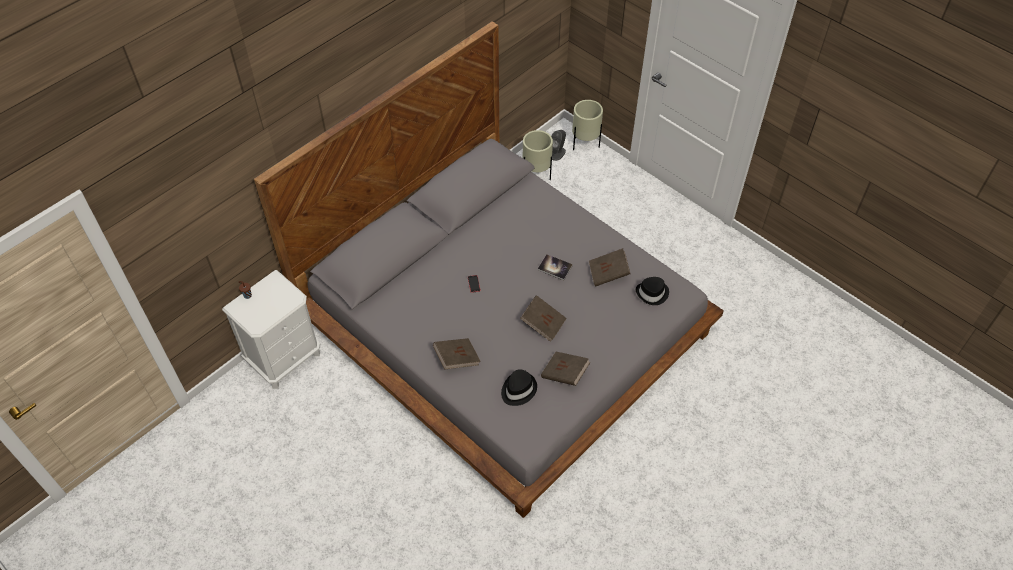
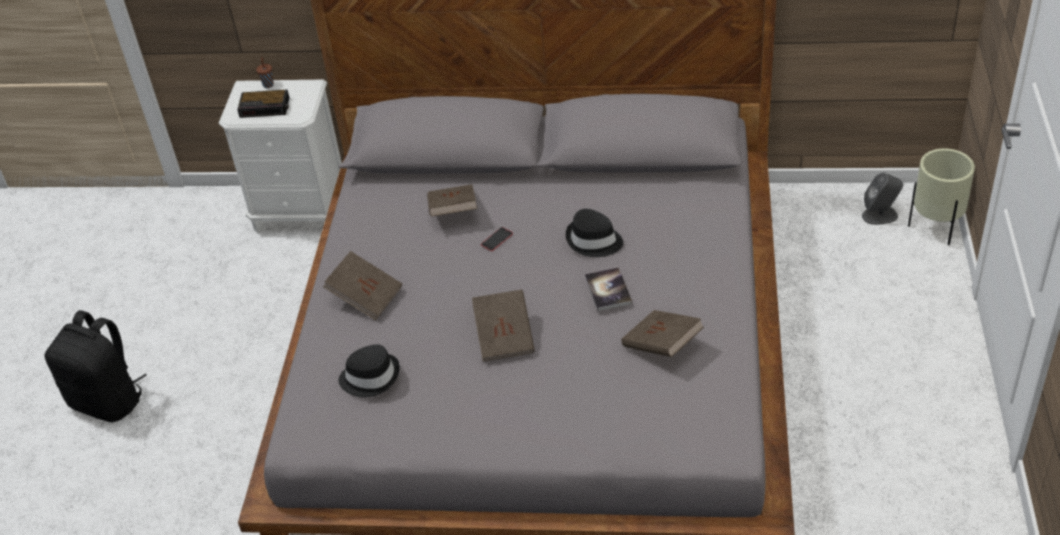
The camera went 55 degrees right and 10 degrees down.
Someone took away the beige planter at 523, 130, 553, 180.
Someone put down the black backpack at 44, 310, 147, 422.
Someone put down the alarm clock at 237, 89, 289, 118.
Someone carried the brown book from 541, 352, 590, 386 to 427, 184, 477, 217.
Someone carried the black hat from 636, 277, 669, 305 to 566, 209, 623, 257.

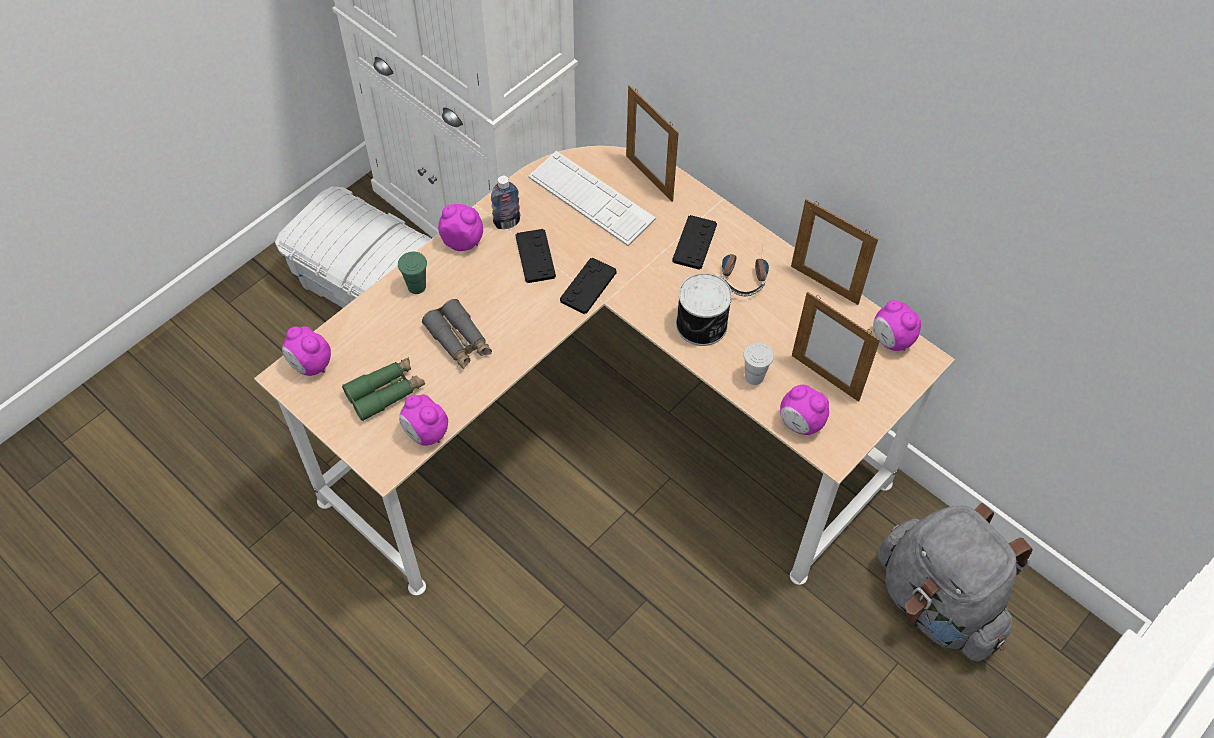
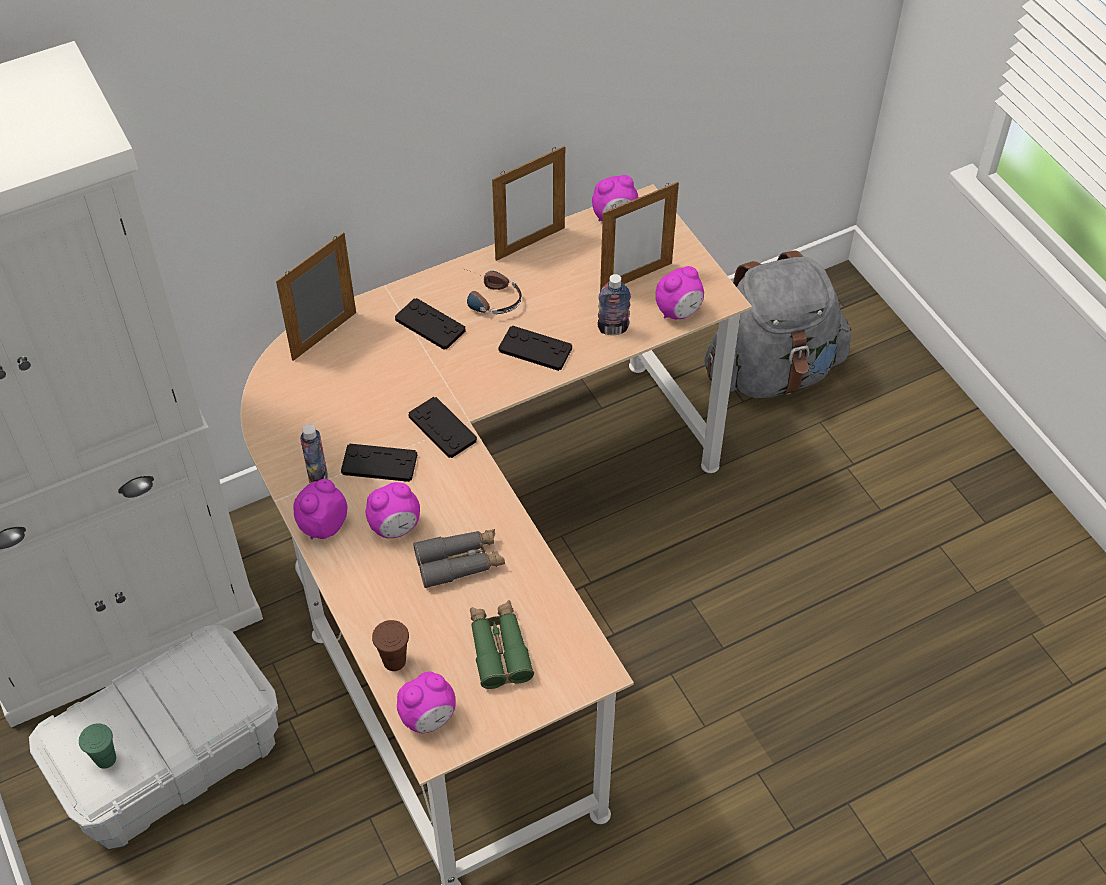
The camera went 70 degrees left and 5 degrees down.
Someone took away the keyboard at 528, 151, 656, 246.
Someone put down the brown cup at 372, 620, 409, 671.
Someone carried the green cup from 398, 252, 427, 294 to 79, 723, 116, 769.
Someone carried the alarm clock from 399, 394, 448, 446 to 366, 482, 420, 538.
Someone swapped the can at 676, 273, 732, 346 for the black game controller at 498, 326, 572, 371.
Someone swapped the white cup at 743, 342, 774, 385 for the bottle at 597, 274, 631, 335.
Someone rotated the picture frame at 626, 85, 679, 202 by 150 degrees clockwise.

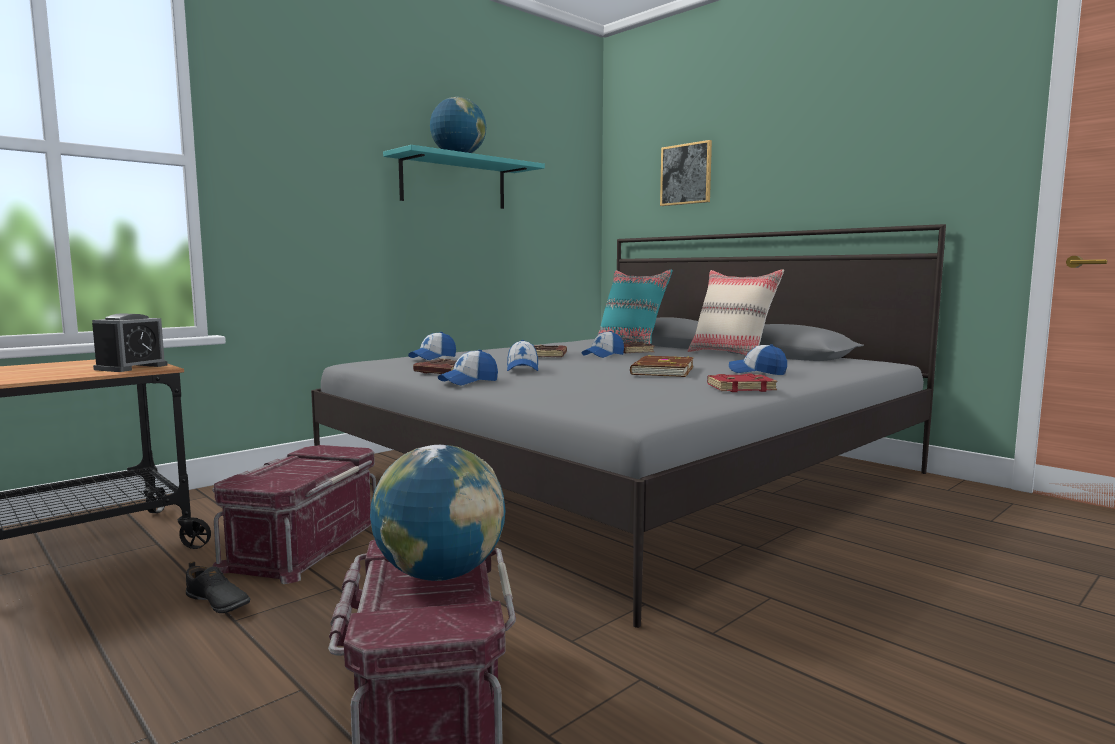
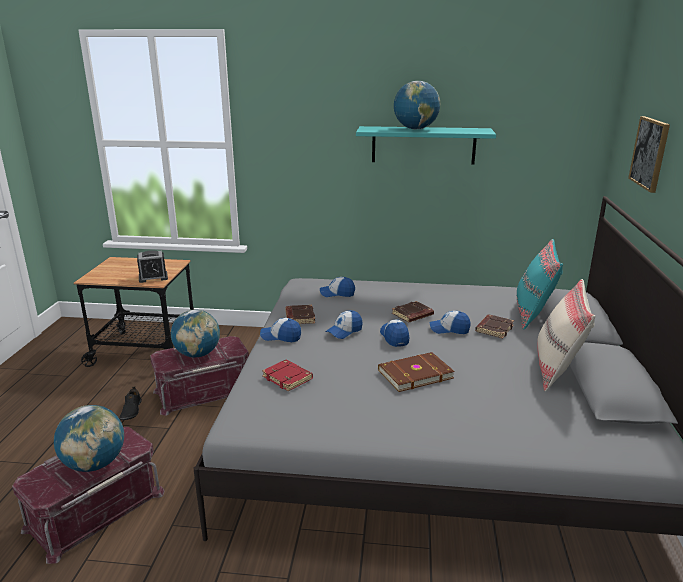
The camera went 50 degrees right and 15 degrees up.
Someone put down the globe at 171, 309, 220, 357.
Someone carried the red book from 707, 374, 777, 392 to 262, 360, 313, 391.
Someone carried the cap from 729, 344, 787, 375 to 380, 319, 409, 347.

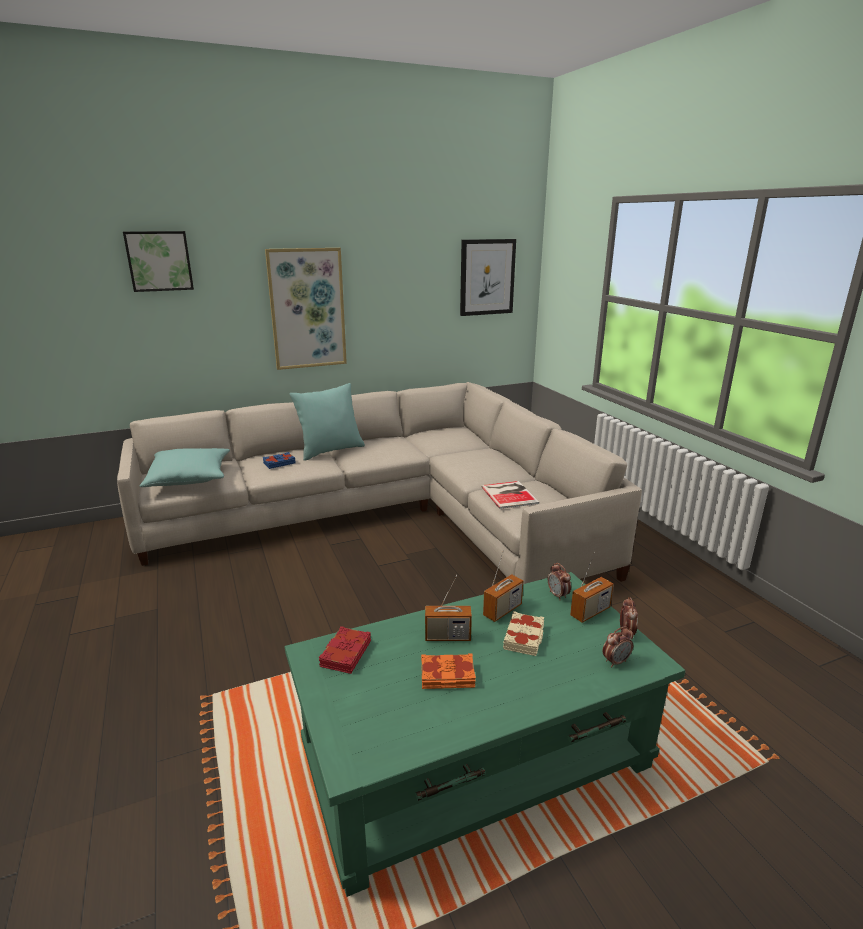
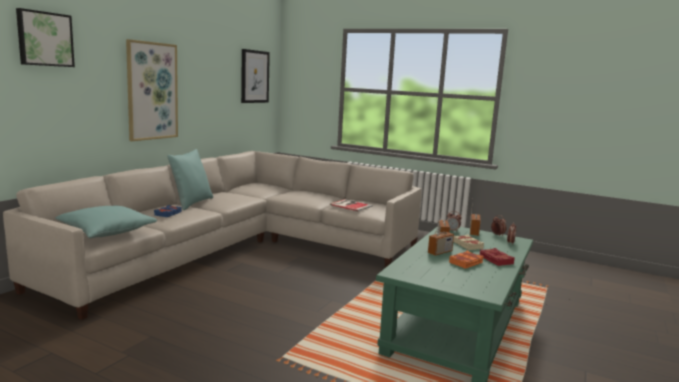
The camera went 40 degrees left and 10 degrees down.
Someone carried the red book from 319, 626, 371, 674 to 479, 248, 515, 266.

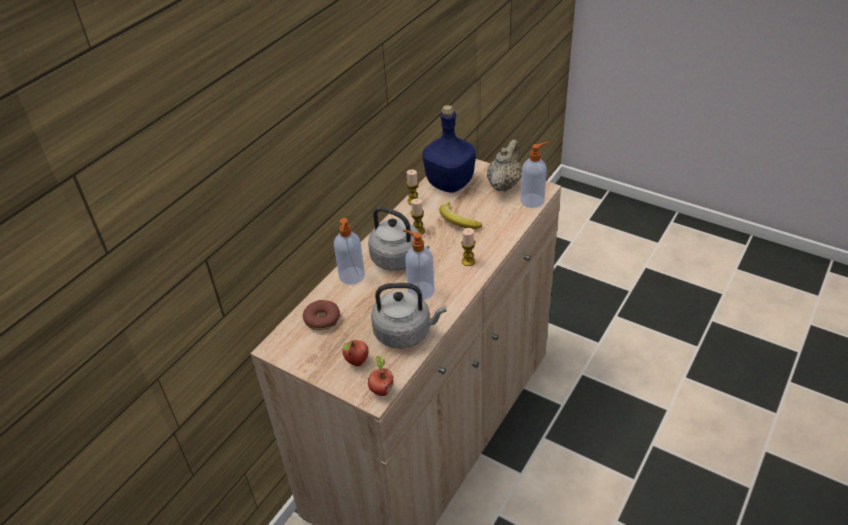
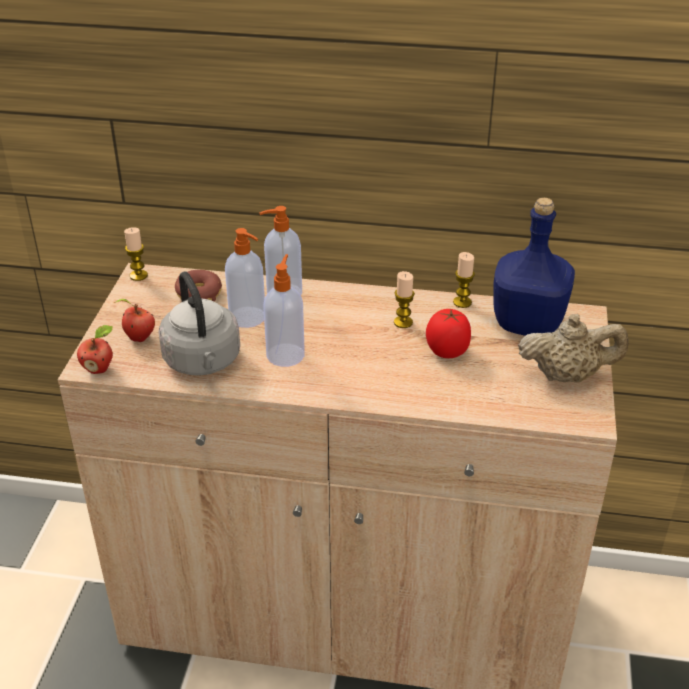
The camera went 65 degrees right and 5 degrees down.
Someone took away the grey kettle at 368, 207, 429, 271.
Someone carried the candle from 461, 228, 475, 266 to 124, 227, 148, 281.
Someone carried the soap dispenser from 521, 142, 549, 208 to 225, 228, 265, 328.
Someone swapped the banana at 439, 202, 482, 229 for the tomato at 426, 309, 471, 358.

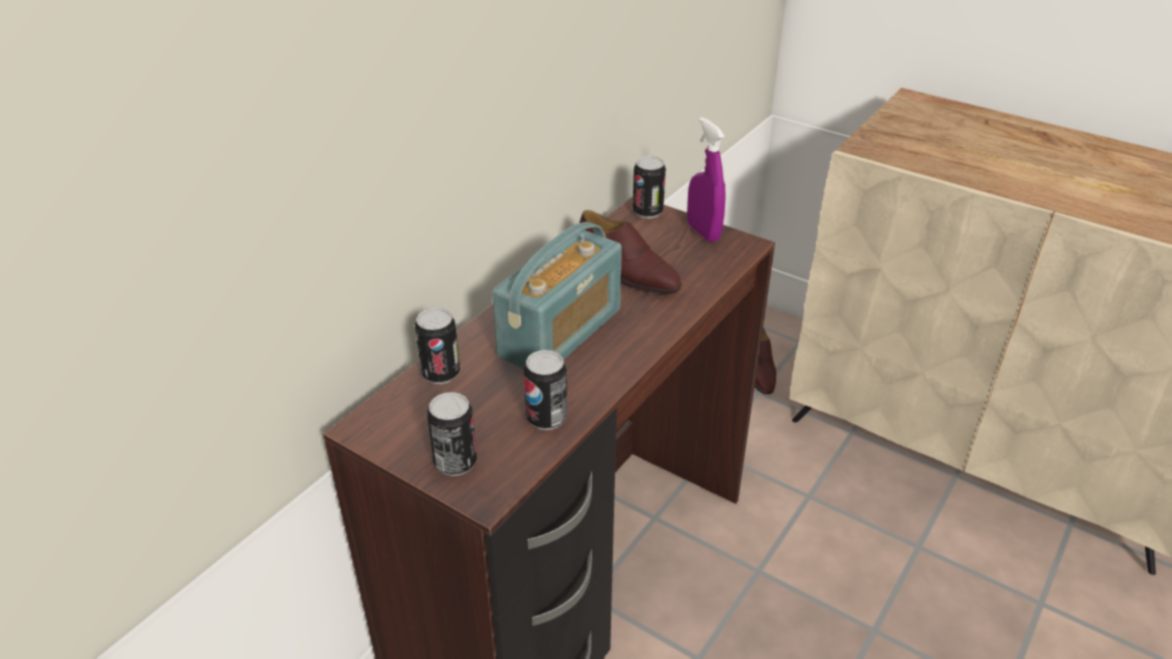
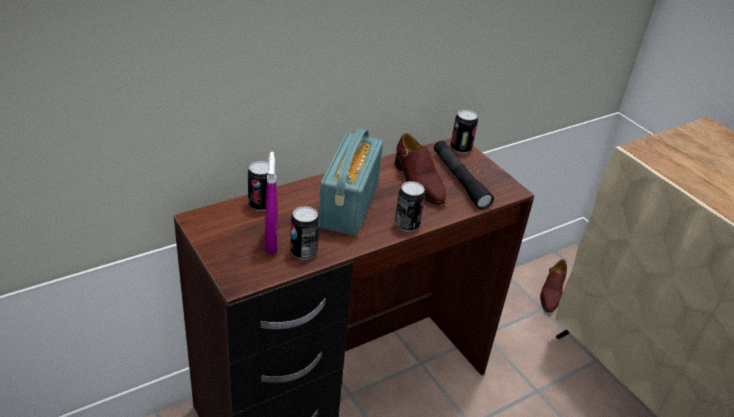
The camera went 20 degrees right and 0 degrees up.
Someone put down the black flashlight at 434, 141, 494, 210.
Someone carried the can from 427, 392, 477, 476 to 395, 181, 425, 232.
Someone carried the purple spray bottle from 687, 117, 726, 242 to 265, 152, 278, 254.
Someone rotated the radio at 492, 222, 622, 369 by 135 degrees clockwise.

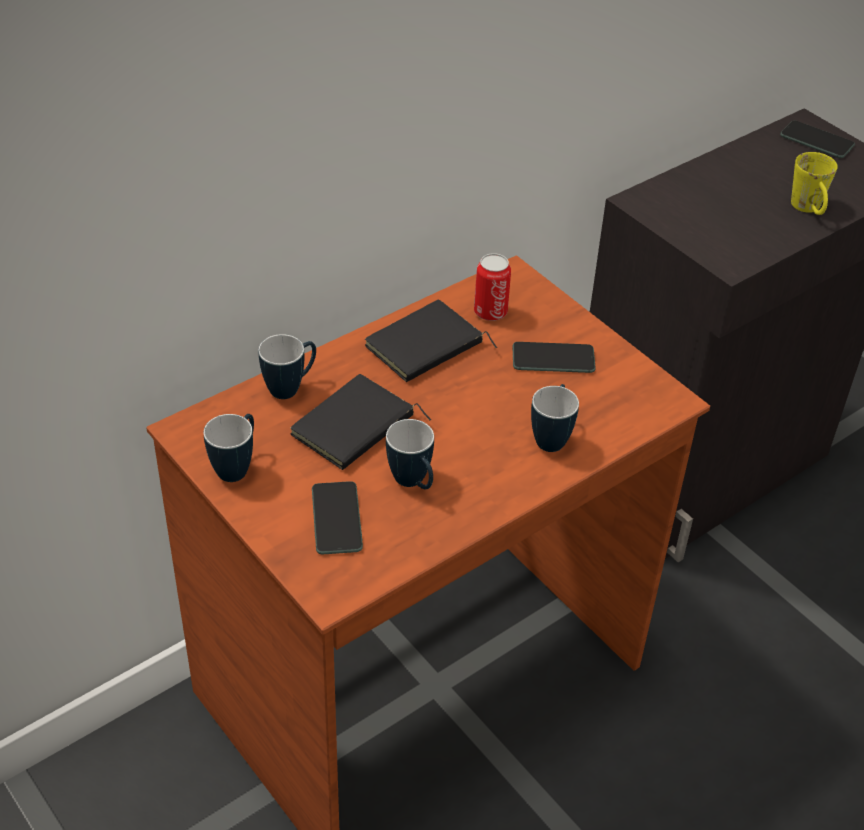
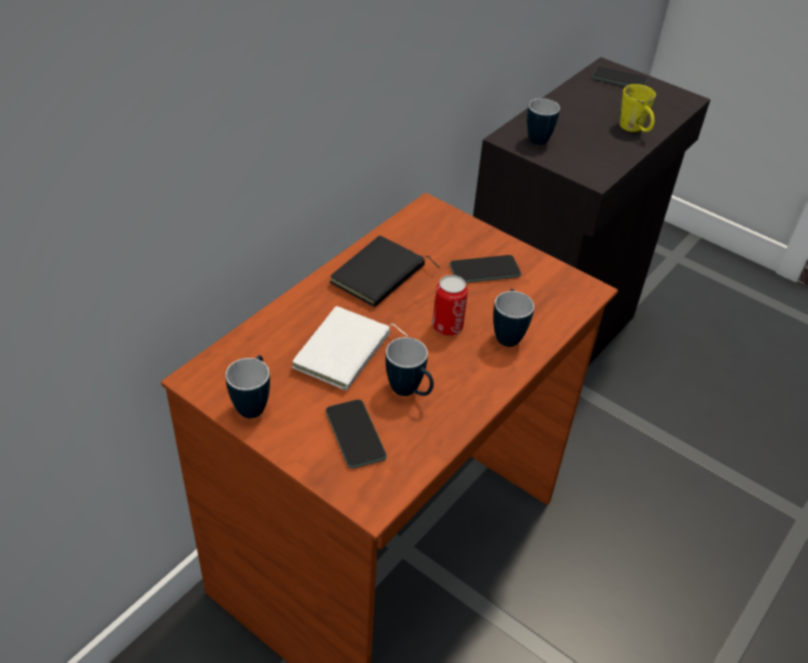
The camera went 15 degrees left and 0 degrees up.
Someone carried the mug from 258, 334, 316, 399 to 527, 98, 560, 145.
Someone carried the can from 474, 253, 511, 321 to 432, 275, 468, 336.
Someone repainted the black book at 290, 374, 431, 470, which became the white book at 292, 306, 408, 391.

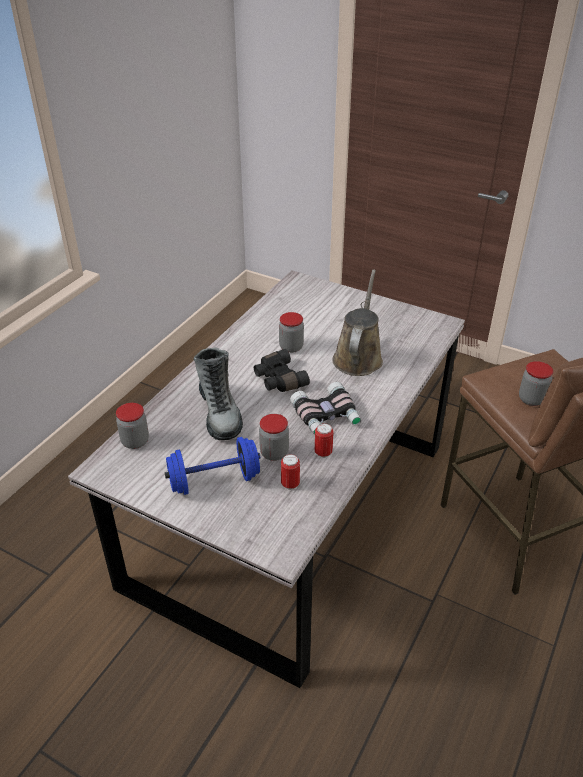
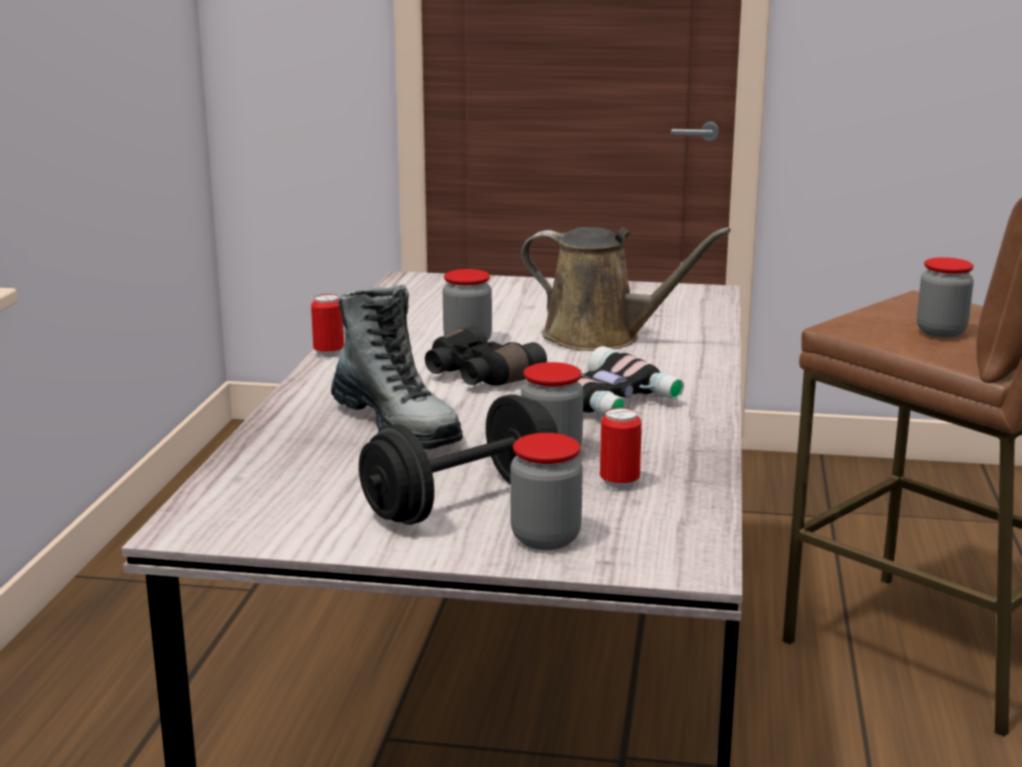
The camera went 20 degrees left and 20 degrees down.
Someone carried the jar from 116, 403, 149, 449 to 510, 433, 583, 550.
Someone carried the can from 315, 423, 334, 458 to 311, 294, 344, 357.
Someone repainted the blue dumbbell at 165, 437, 260, 495, which became the black dumbbell at 359, 394, 559, 525.
Someone rotated the brown watering can at 332, 269, 383, 376 by 120 degrees clockwise.

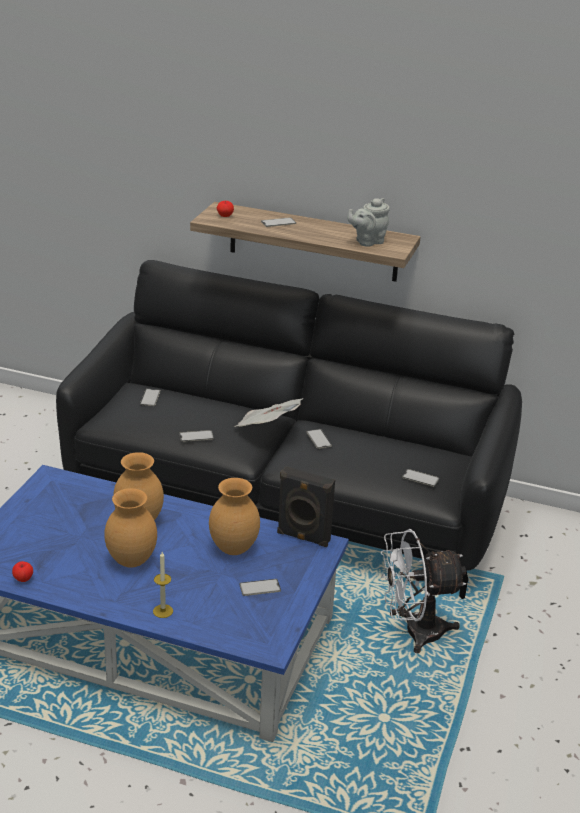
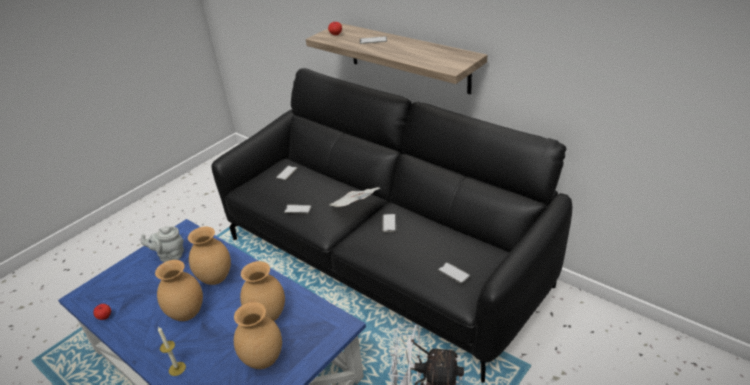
The camera went 25 degrees right and 5 degrees up.
Someone took away the black speaker at 277, 466, 335, 547.
Someone carried the grey teapot from 348, 198, 390, 247 to 141, 226, 184, 262.
Someone swapped the phone at 239, 579, 281, 596 for the brown vase at 234, 302, 282, 369.

